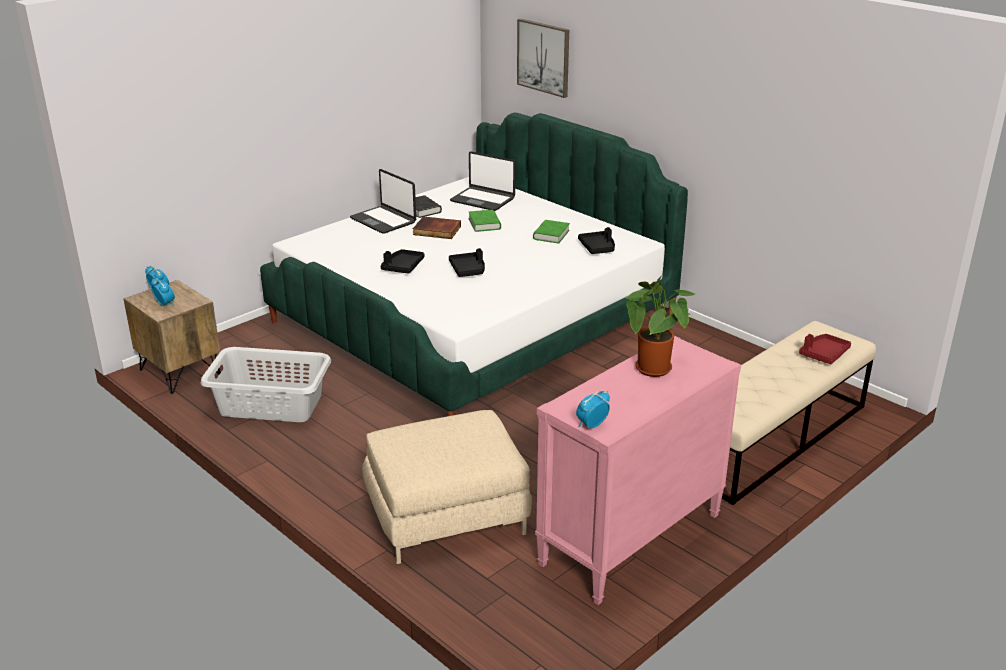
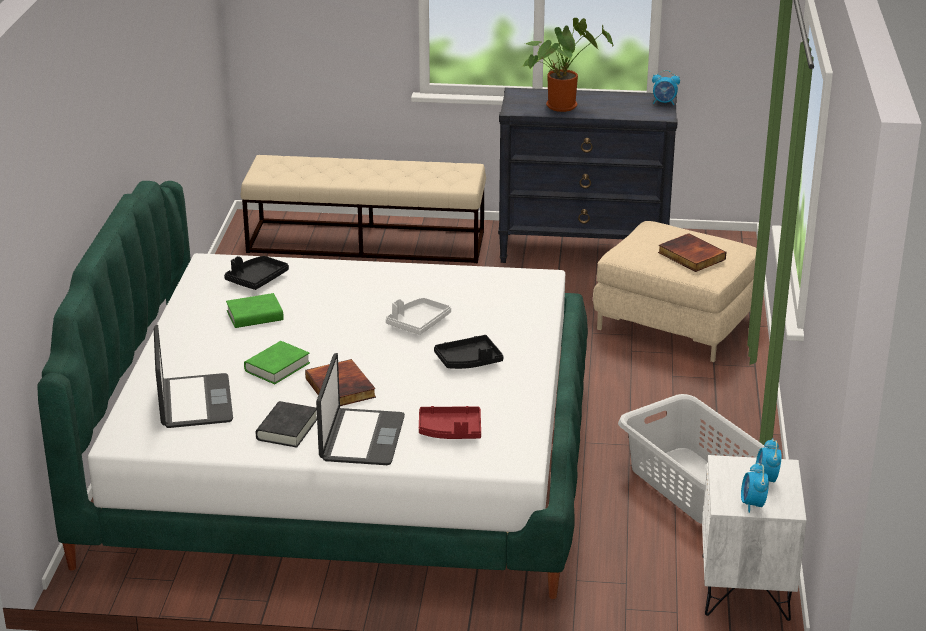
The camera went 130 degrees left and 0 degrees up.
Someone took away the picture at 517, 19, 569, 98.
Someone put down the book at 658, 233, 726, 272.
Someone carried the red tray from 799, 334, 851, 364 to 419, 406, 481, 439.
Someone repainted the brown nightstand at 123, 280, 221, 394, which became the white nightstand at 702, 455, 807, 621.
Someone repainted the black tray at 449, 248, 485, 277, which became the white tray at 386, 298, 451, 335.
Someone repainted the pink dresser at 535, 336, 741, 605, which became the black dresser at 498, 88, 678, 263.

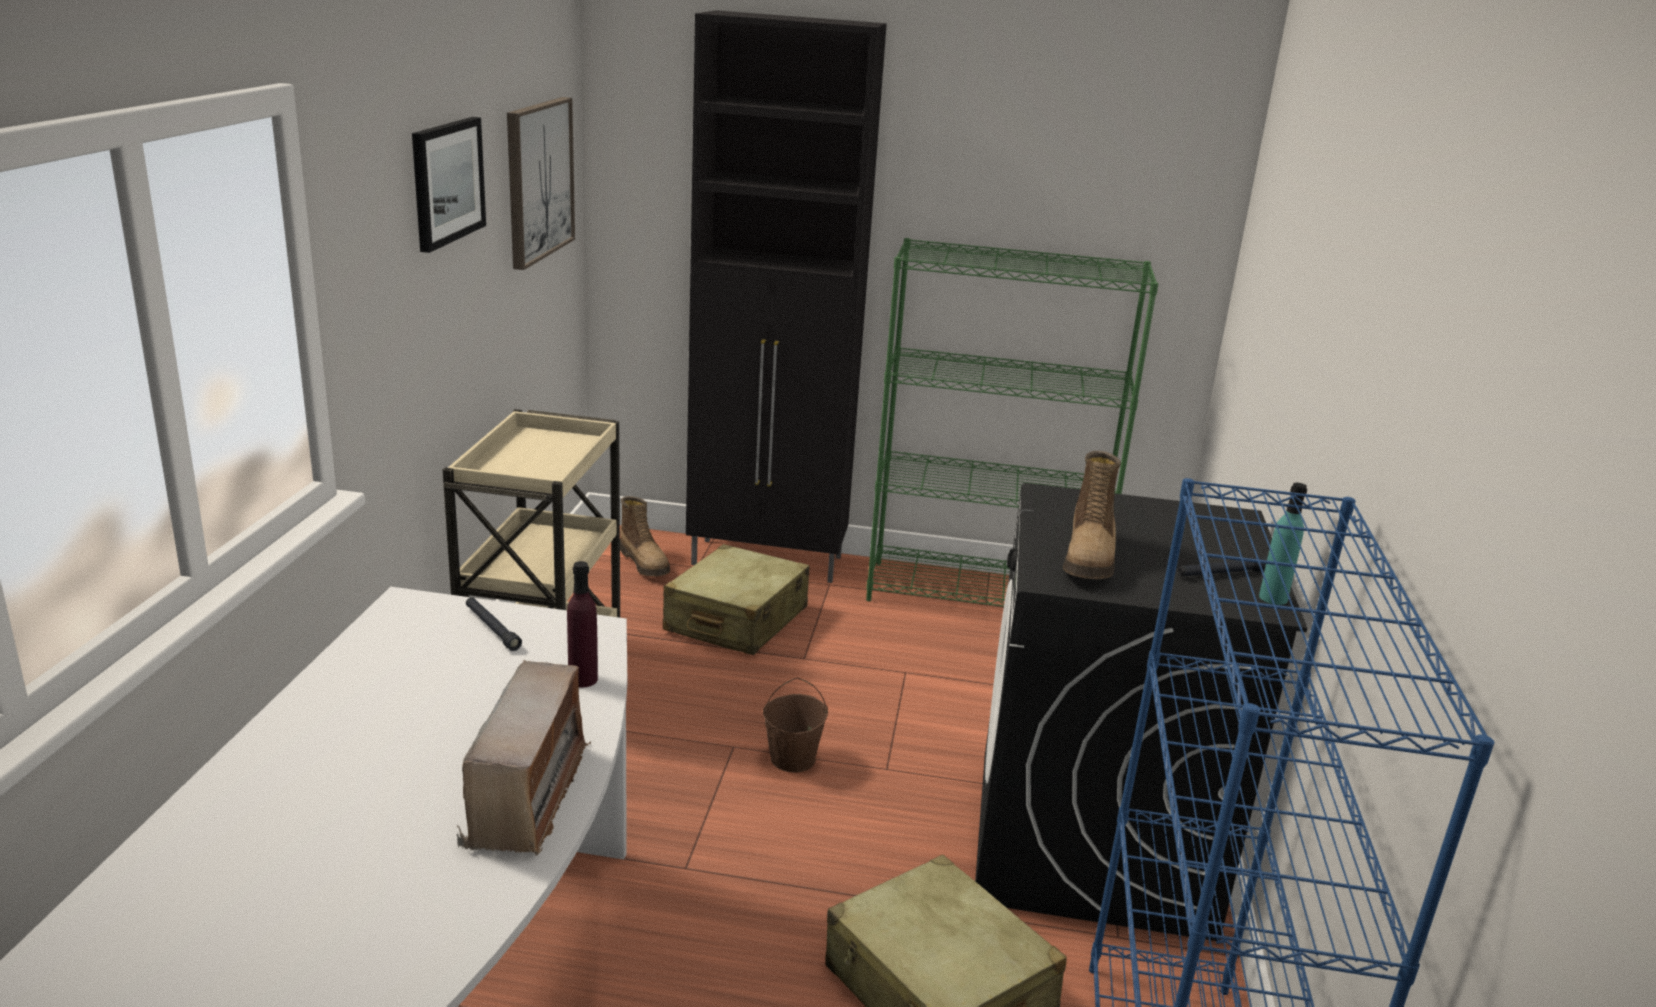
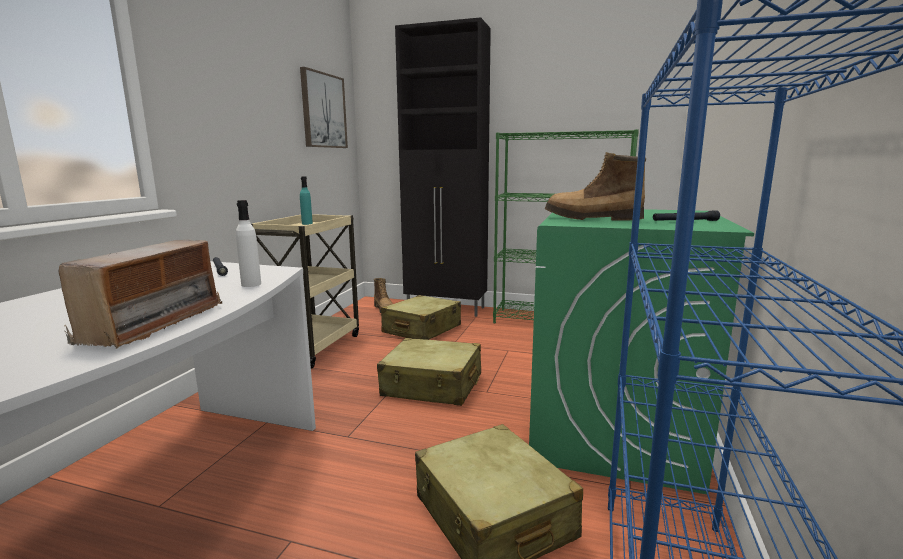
The camera went 10 degrees right and 10 degrees down.
Someone took away the picture at 412, 117, 486, 253.
Someone carried the turquoise bottle from 1259, 483, 1307, 605 to 300, 176, 313, 225.
Someone swapped the brown bucket at 763, 678, 828, 773 for the beige suitcase at 377, 338, 481, 406.
Someone repainted the purple bottle at 567, 561, 598, 688, which became the white bottle at 236, 200, 261, 287.
Someone repainted the black washing machine at 975, 483, 1307, 941, which became the green washing machine at 529, 209, 754, 494.
Someone rotated the boot at 1063, 451, 1121, 579 by 90 degrees clockwise.

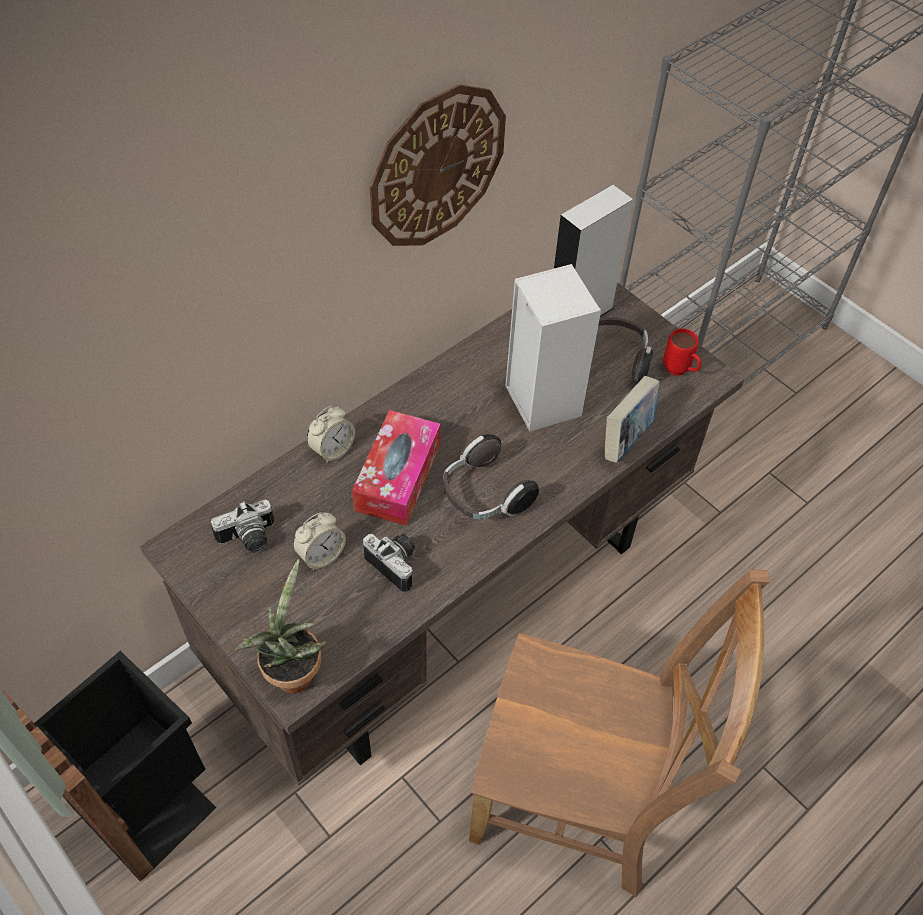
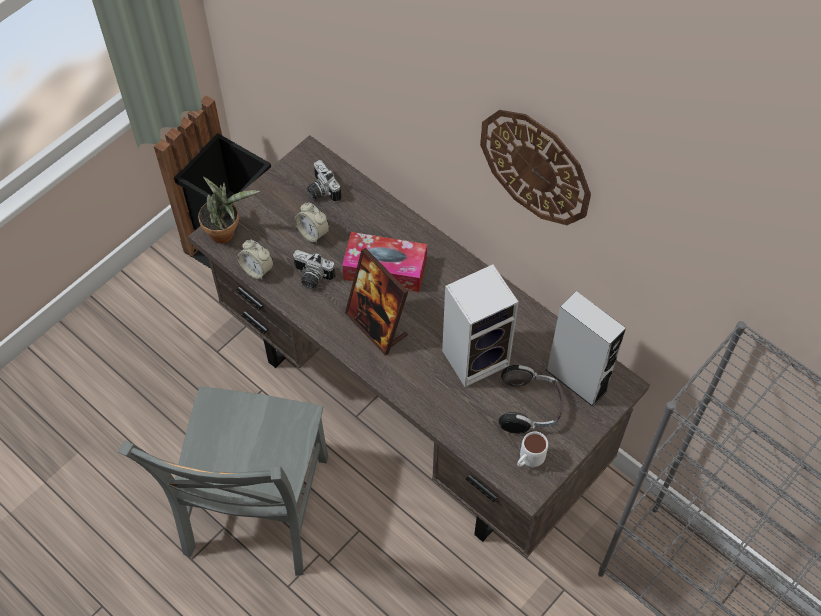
The camera went 85 degrees right and 5 degrees up.
Someone took away the book at 605, 376, 660, 463.
Someone carried the alarm clock from 307, 405, 355, 463 to 237, 240, 274, 280.
Someone swapped the headphones at 443, 434, 539, 520 for the picture frame at 345, 248, 408, 355.
Someone repainted the brown chair at 469, 570, 770, 897, which became the grey chair at 118, 387, 328, 576.
Someone repainted the red mug at 663, 329, 701, 376, which became the white mug at 517, 432, 548, 467.
Someone rotated the photo camera at 363, 534, 415, 592 by 75 degrees clockwise.

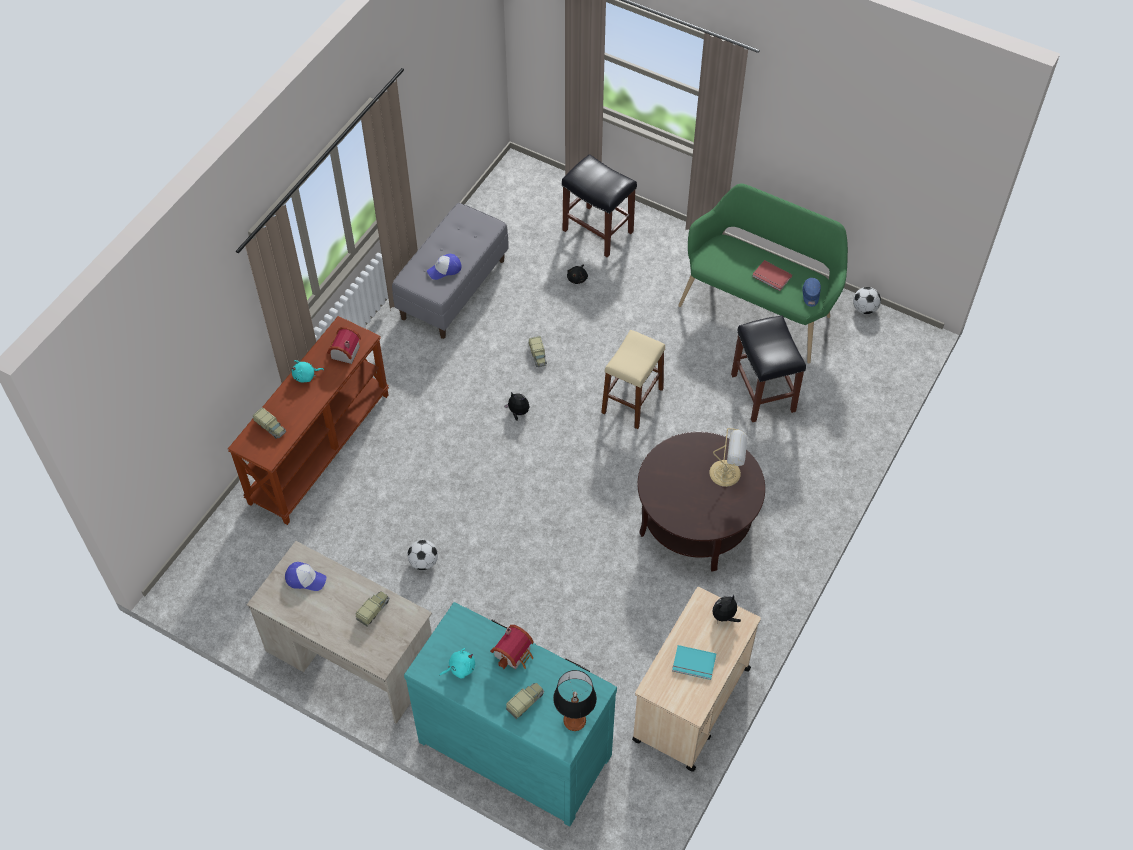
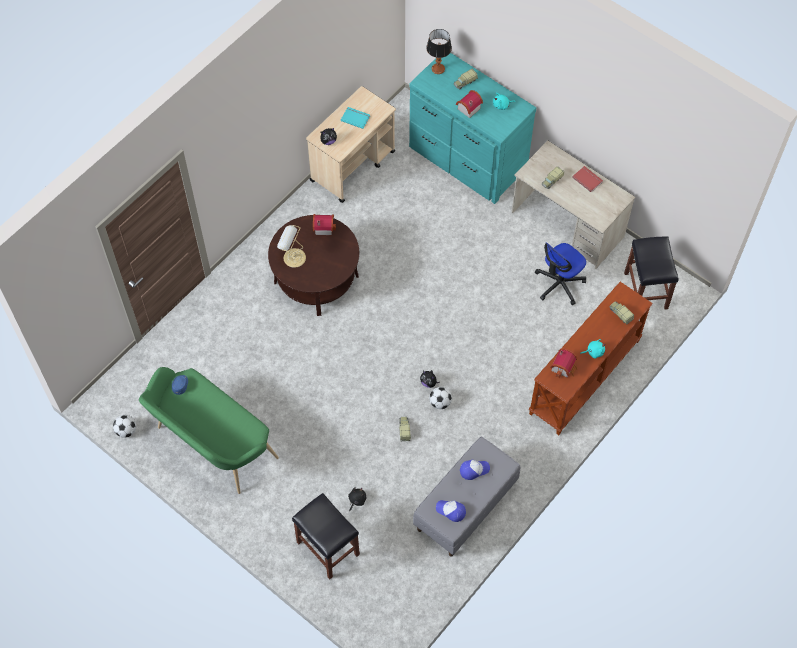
The camera went 170 degrees left and 5 degrees up.
Someone took away the beige stool at 601, 330, 665, 429.
Someone put down the toy house at 313, 214, 336, 235.
Someone put down the office chair at 535, 242, 586, 305.
Someone carried the cap from 285, 562, 327, 591 to 436, 500, 466, 522.
Someone carried the football from 407, 540, 438, 570 to 429, 387, 452, 409.
Someone carried the black stool from 731, 315, 806, 422 to 624, 237, 679, 310.
Someone carried the red book from 752, 260, 792, 291 to 572, 166, 603, 192.

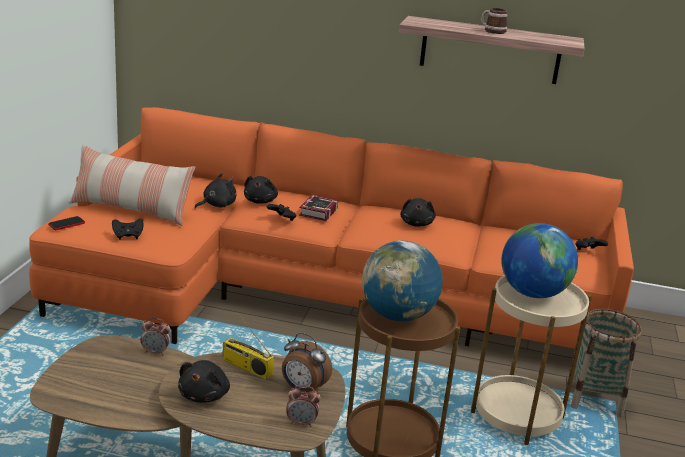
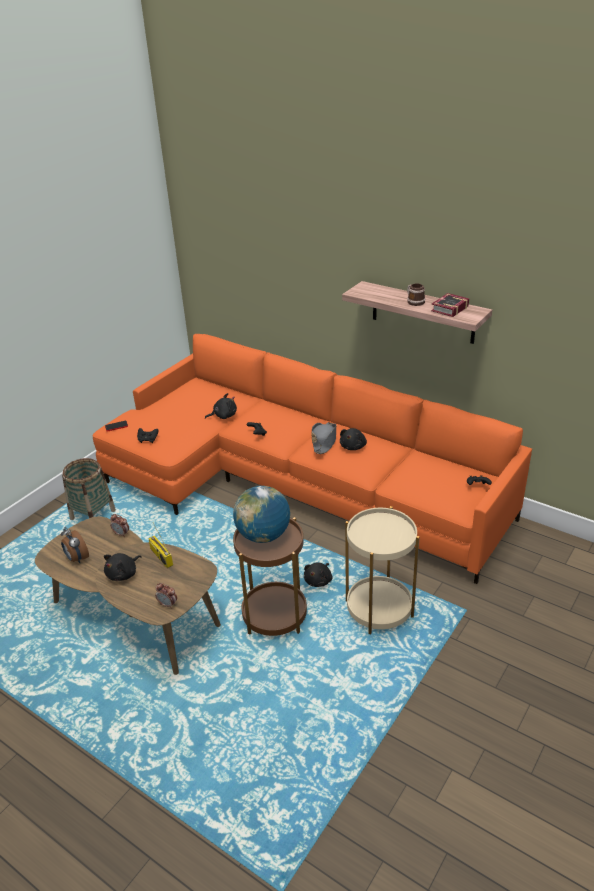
The camera went 25 degrees right and 10 degrees up.
Someone took away the pillow at 69, 145, 195, 226.
Someone took away the globe at 501, 223, 578, 298.
Someone put down the grey hat at 312, 422, 336, 454.
Someone carried the black plush toy from 244, 176, 278, 204 to 304, 562, 332, 587.
Someone carried the alarm clock from 282, 333, 332, 392 to 60, 527, 89, 563.
Someone carried the book from 299, 194, 338, 221 to 431, 293, 469, 317.
Someone carried the basket from 567, 308, 641, 417 to 62, 458, 116, 520.

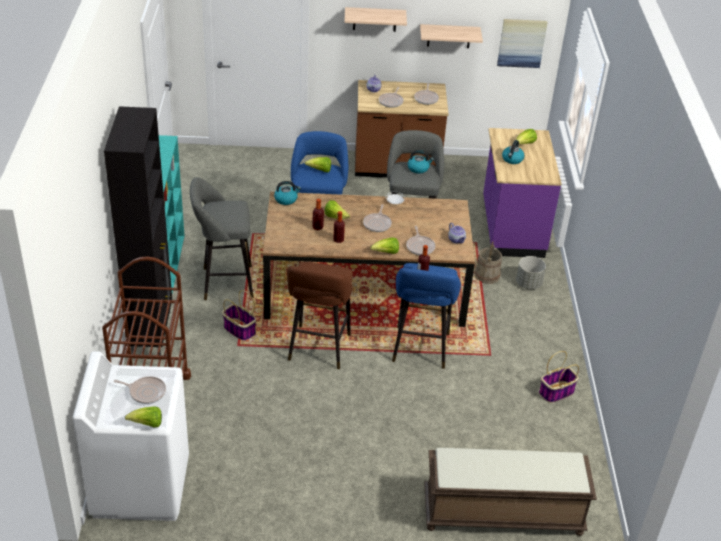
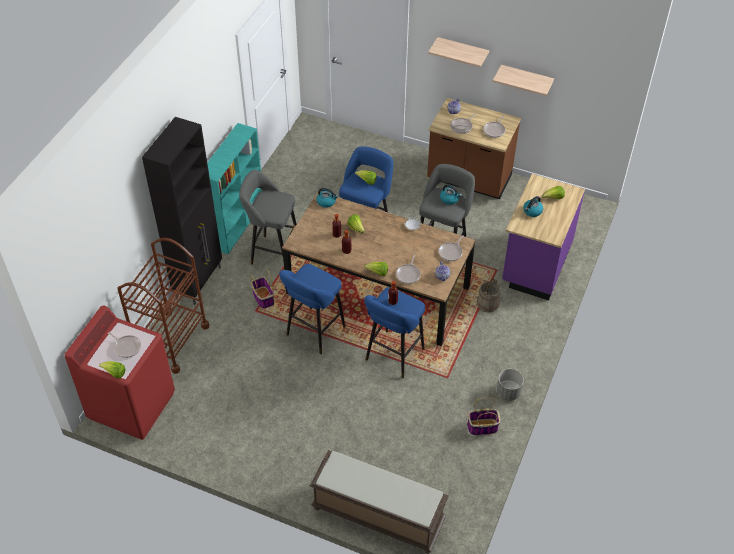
The camera went 25 degrees right and 10 degrees up.
Someone took away the picture at 497, 19, 548, 68.
Someone carried the frying pan from 363, 204, 392, 232 to 438, 235, 464, 261.
Someone carried the grey planter from 516, 256, 546, 289 to 497, 369, 524, 401.
Someone repainted the white washing machine at 73, 351, 189, 521, which became the red washing machine at 65, 305, 175, 440.
Someone repainted the brown stool at 287, 262, 353, 369, which became the blue stool at 279, 264, 346, 354.

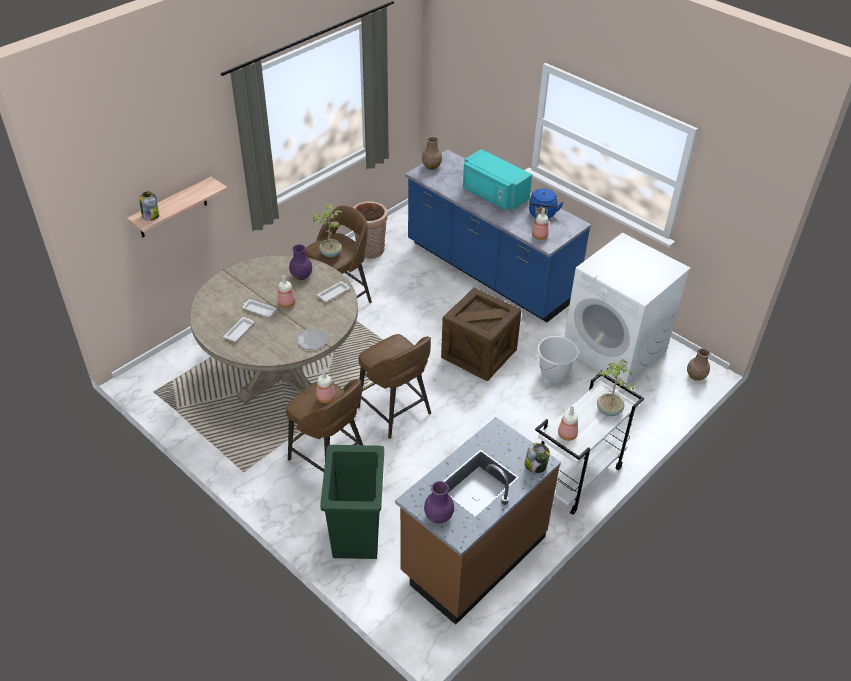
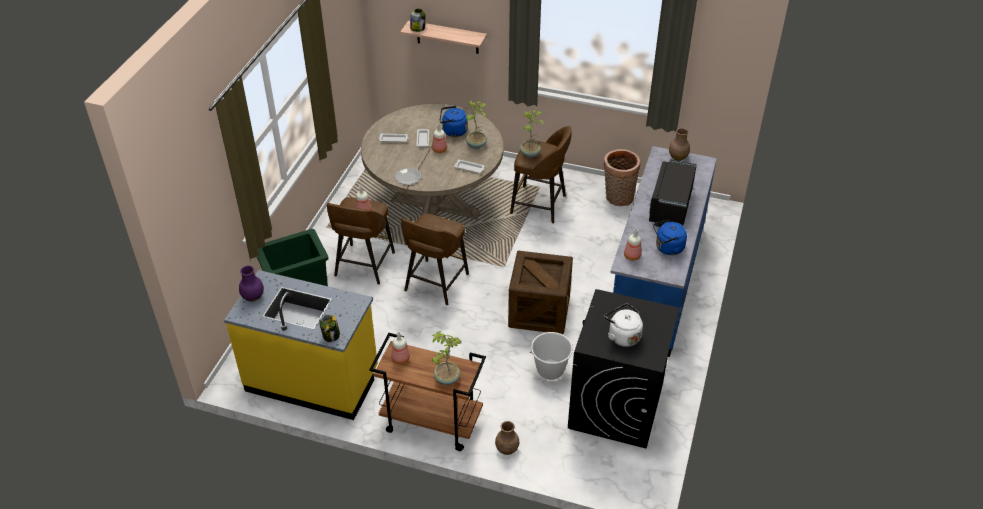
The camera went 65 degrees right and 0 degrees up.
Someone put down the blue kettle at 440, 106, 468, 137.
Someone put down the white kettle at 605, 304, 643, 347.
Someone carried the brown vase from 687, 348, 710, 381 to 495, 421, 519, 455.
Someone swapped the purple vase at 289, 244, 312, 280 for the potted plant at 465, 100, 488, 149.
Someone repainted the brown counter at 395, 417, 561, 625, which became the yellow counter at 224, 270, 378, 420.
Someone repainted the turquoise microwave at 463, 149, 532, 211, which became the black microwave at 649, 159, 697, 228.
Someone repainted the white cart at 535, 374, 644, 515, which became the brown cart at 369, 333, 486, 451.
Someone repainted the white washing machine at 564, 233, 691, 387, which became the black washing machine at 568, 289, 680, 449.

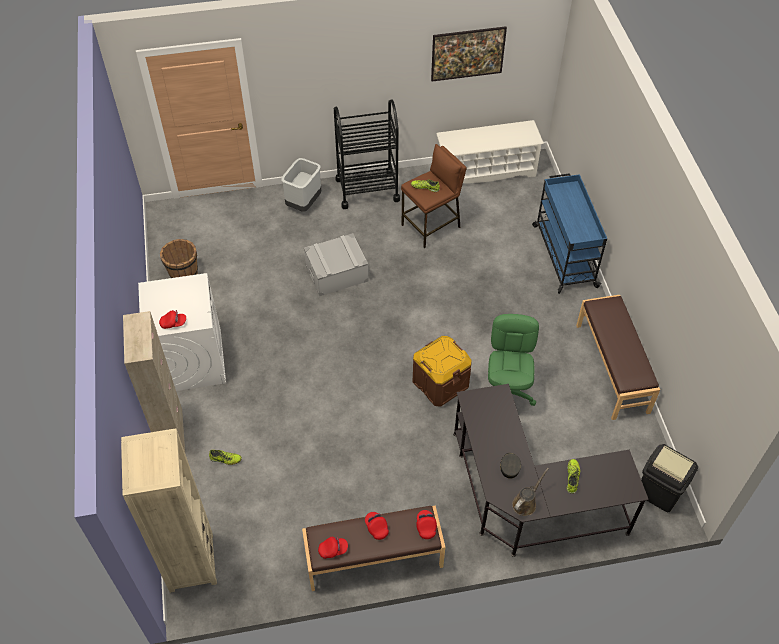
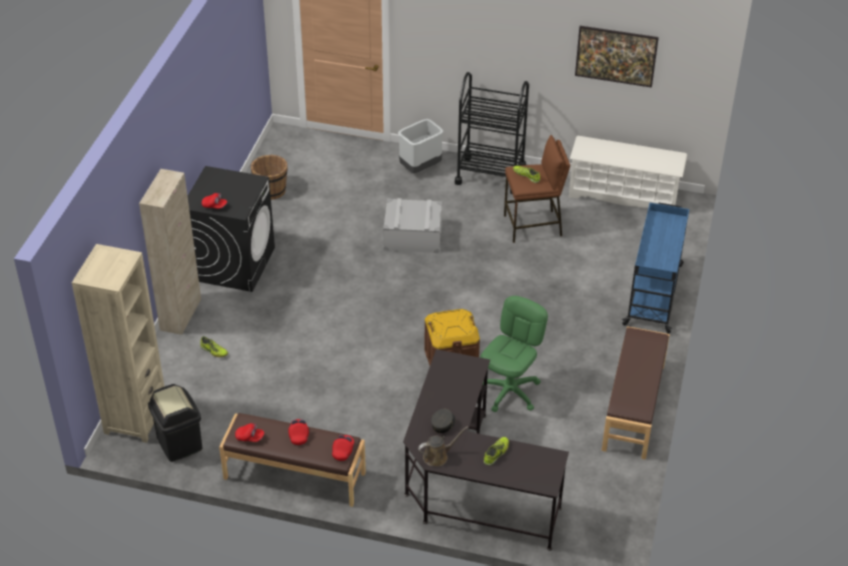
The camera went 25 degrees right and 10 degrees down.
Someone carried the black trash can from 641, 444, 698, 512 to 148, 384, 202, 462.
Someone repainted the white washing machine at 138, 273, 226, 391, which became the black washing machine at 188, 166, 275, 292.

